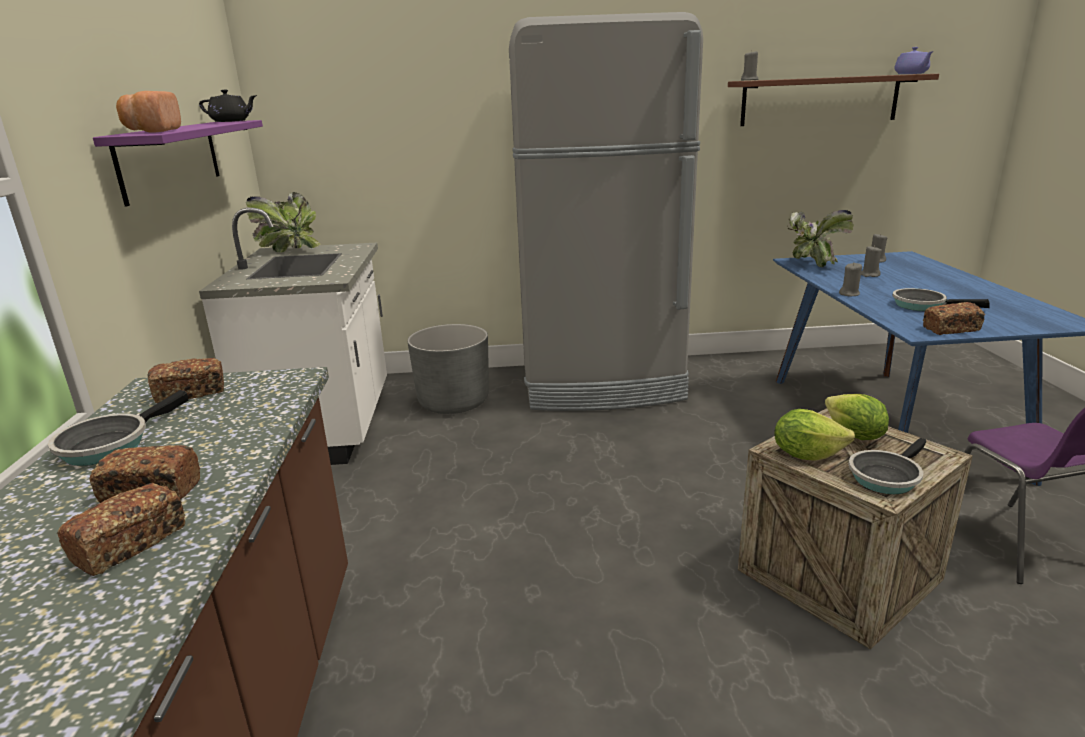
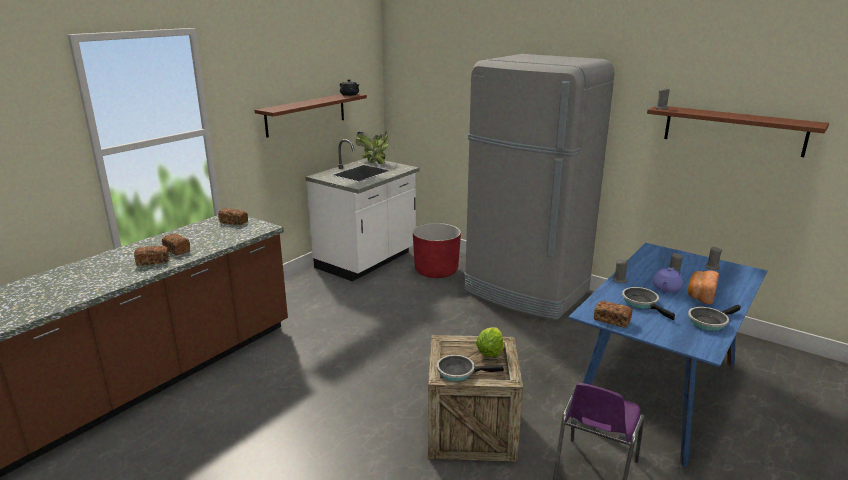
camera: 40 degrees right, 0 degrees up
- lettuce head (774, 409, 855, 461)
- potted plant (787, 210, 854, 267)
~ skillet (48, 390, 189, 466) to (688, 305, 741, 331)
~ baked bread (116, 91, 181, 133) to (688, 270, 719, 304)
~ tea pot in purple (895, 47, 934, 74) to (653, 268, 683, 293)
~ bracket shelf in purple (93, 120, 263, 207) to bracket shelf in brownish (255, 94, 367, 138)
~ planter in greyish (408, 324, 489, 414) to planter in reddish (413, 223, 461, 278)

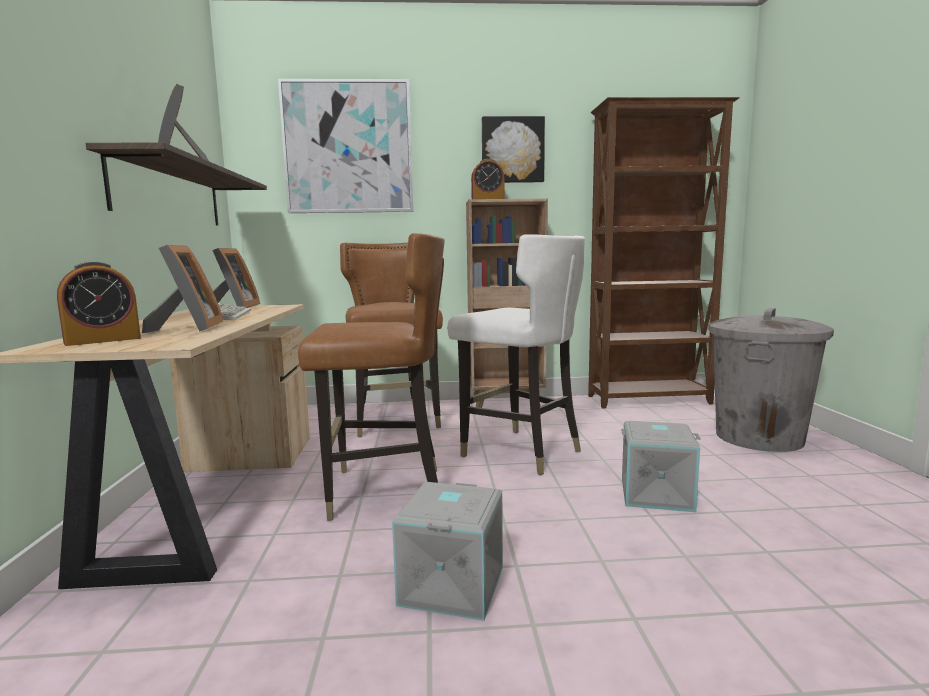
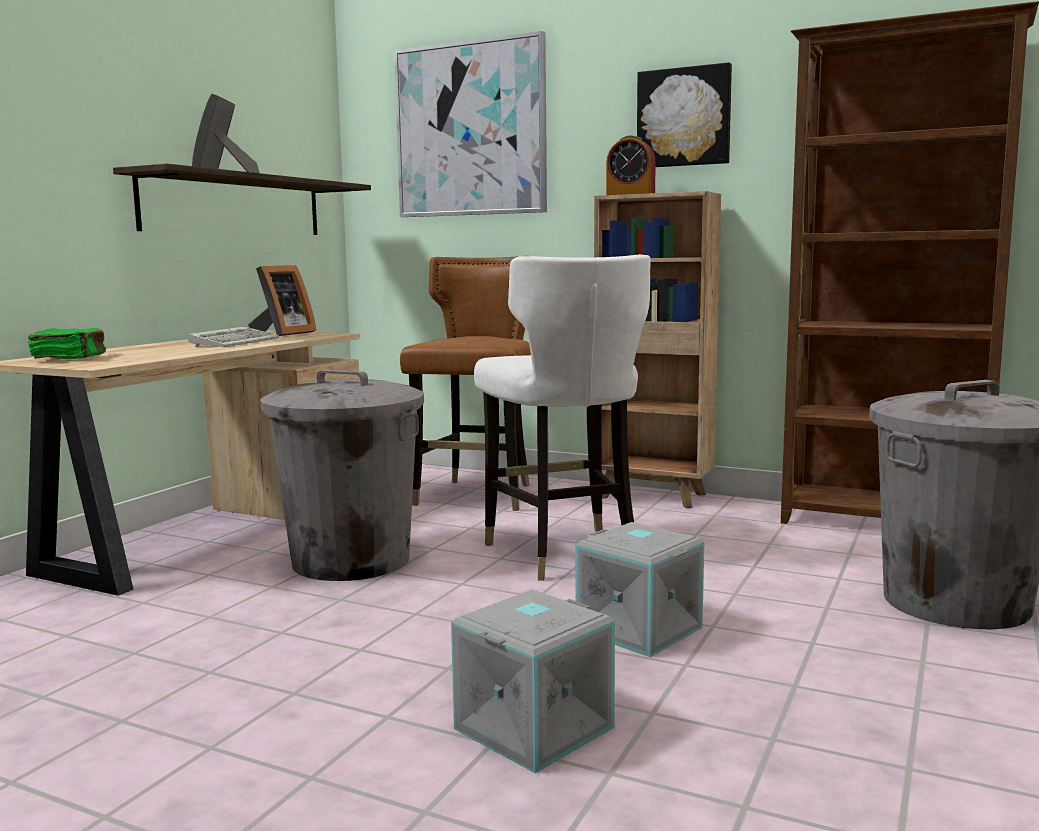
camera: 30 degrees right, 0 degrees up
- picture frame (142, 245, 223, 333)
~ storage bin in greyish (392, 482, 503, 621) to (451, 589, 615, 773)
~ bedside clock (57, 261, 141, 346) to volume in green-coloured (28, 328, 106, 359)
~ plain chair in brownish (298, 233, 445, 521) to rubbish bin in greyish (261, 370, 424, 581)

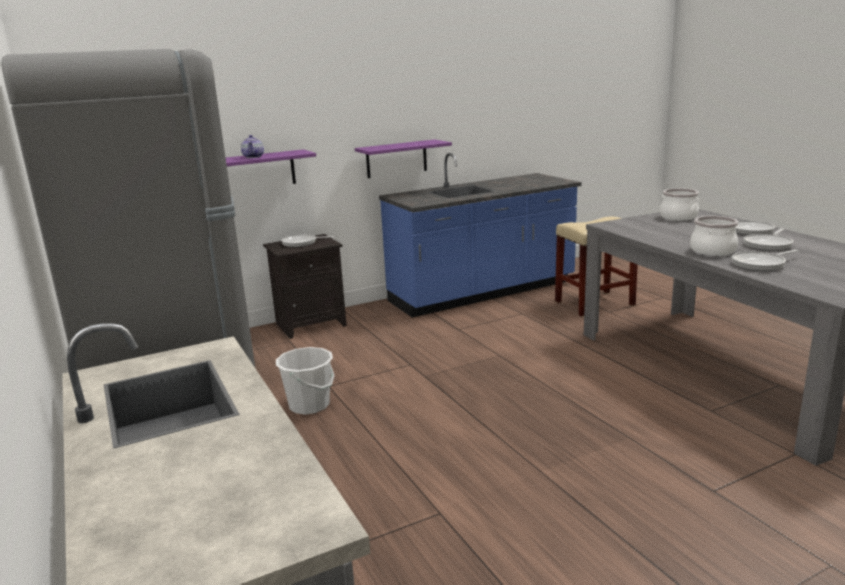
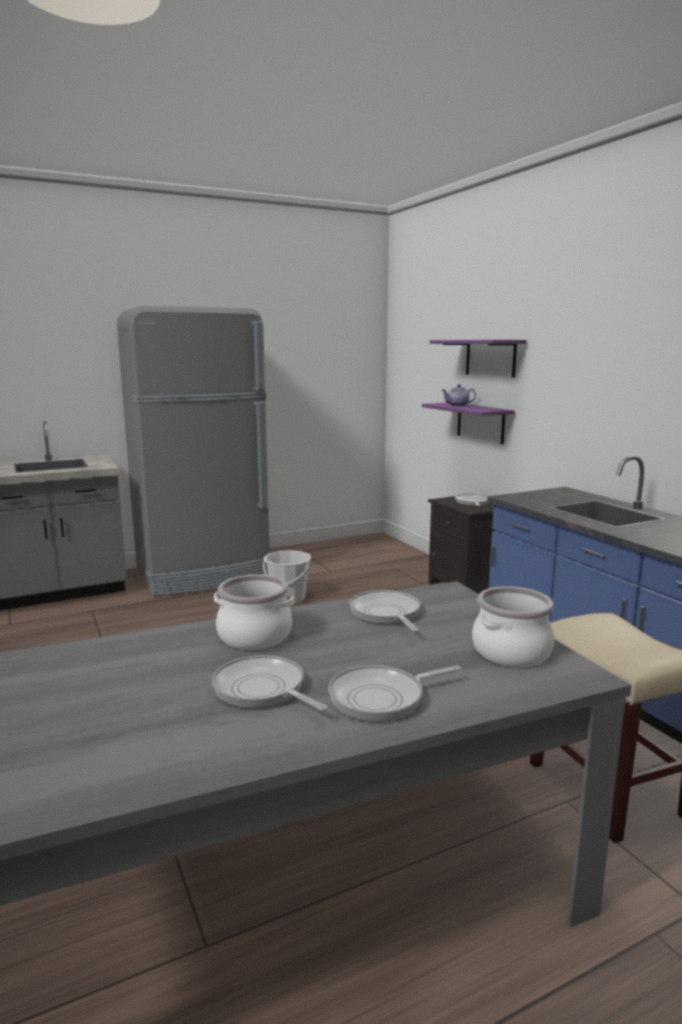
camera: 90 degrees right, 5 degrees down
~ bracket shelf in purple (355, 139, 452, 178) to (429, 340, 527, 378)
~ skillet (732, 250, 799, 271) to (350, 590, 421, 632)

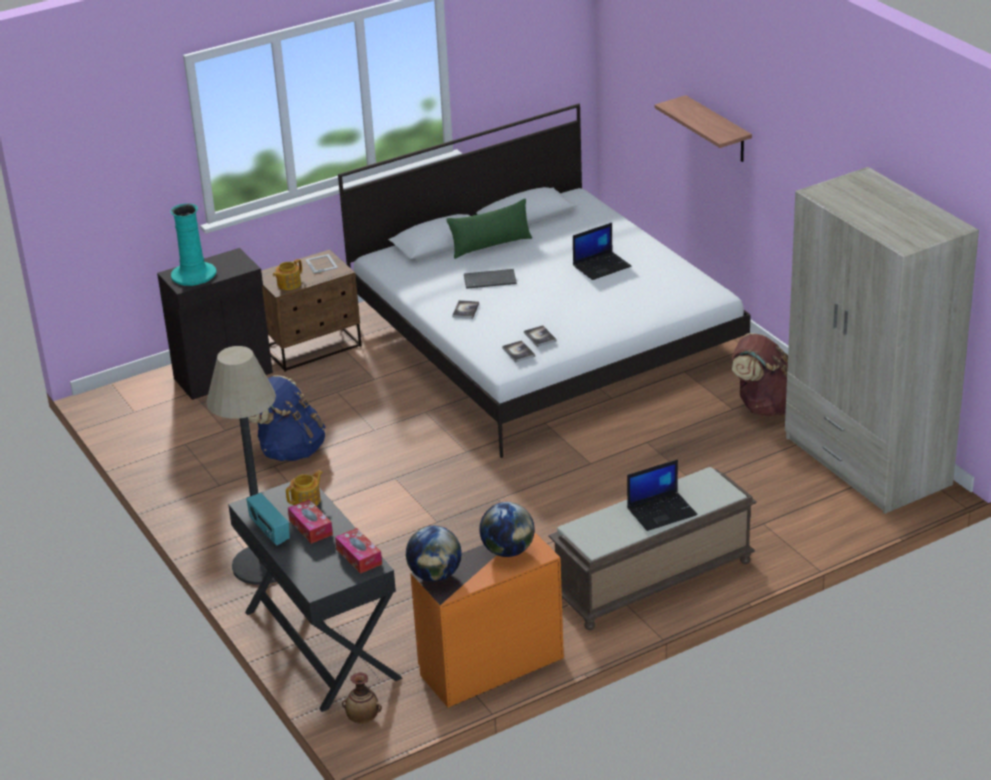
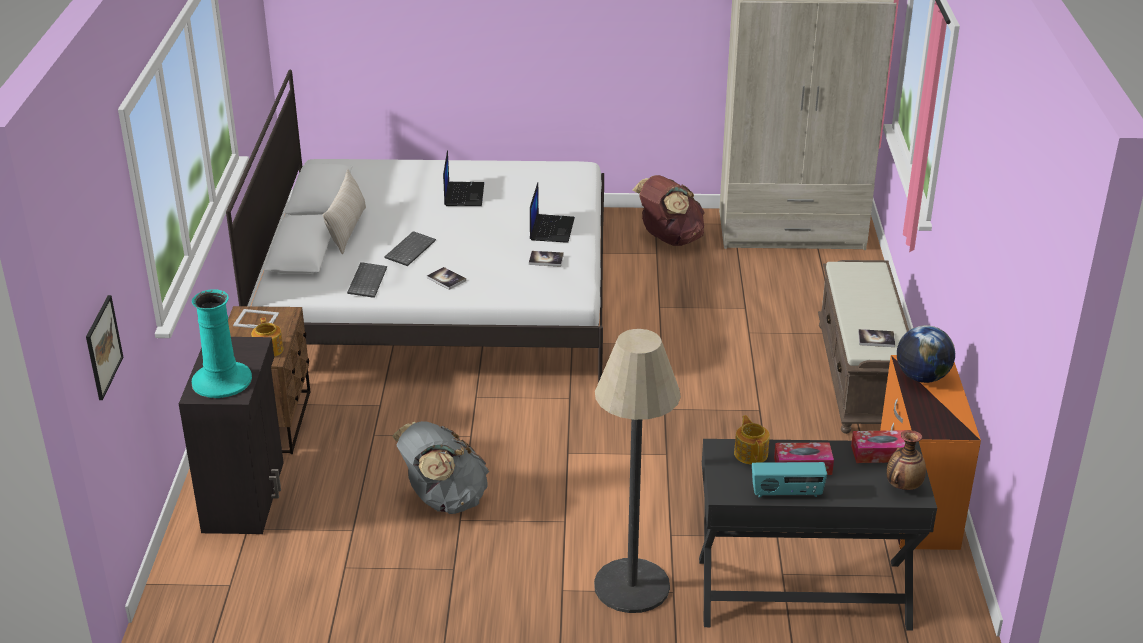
camera: 60 degrees left, 0 degrees up
- globe (406, 526, 462, 582)
- bracket shelf (655, 95, 752, 162)
+ wall art (86, 295, 123, 400)
+ PC keyboard (347, 262, 387, 298)
~ flower vase (342, 673, 382, 724) to (887, 430, 926, 490)
~ volume (502, 340, 535, 362) to (858, 329, 895, 347)
~ laptop (627, 459, 698, 531) to (530, 182, 575, 243)
~ backpack in bluish (248, 375, 325, 461) to backpack in greyish (392, 421, 489, 514)
~ cushion in green-coloured (447, 199, 532, 259) to cushion in sand-coloured (323, 169, 366, 254)

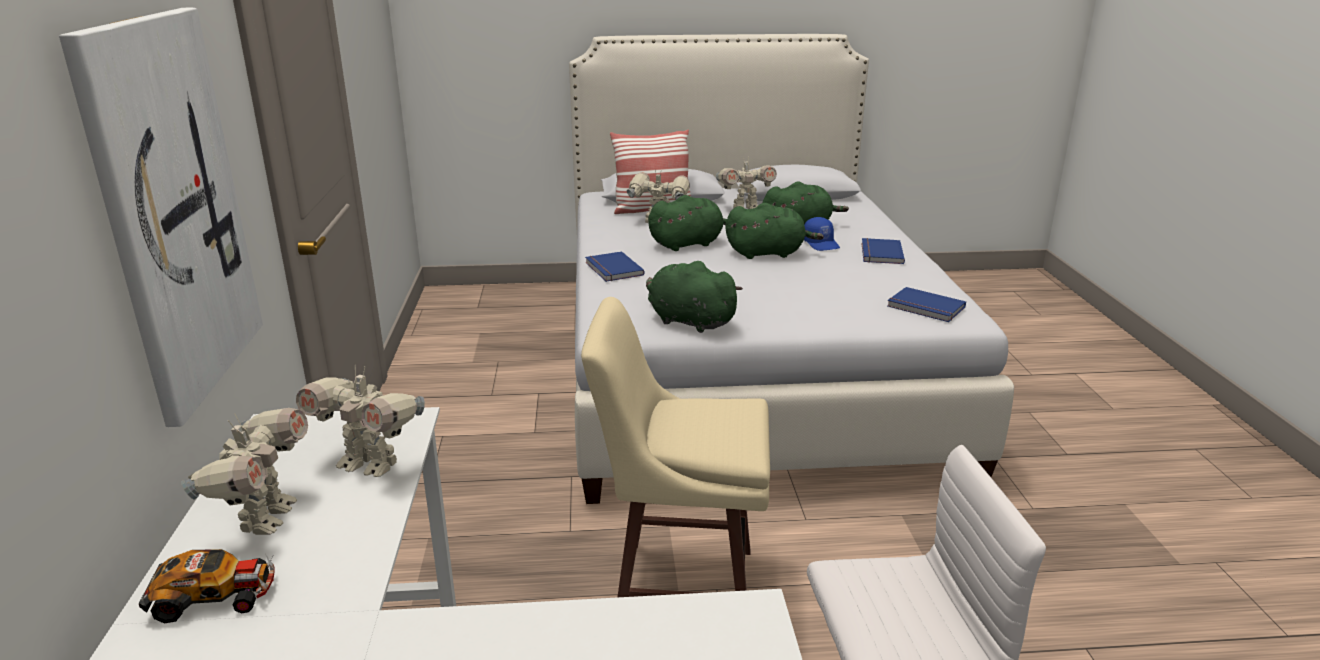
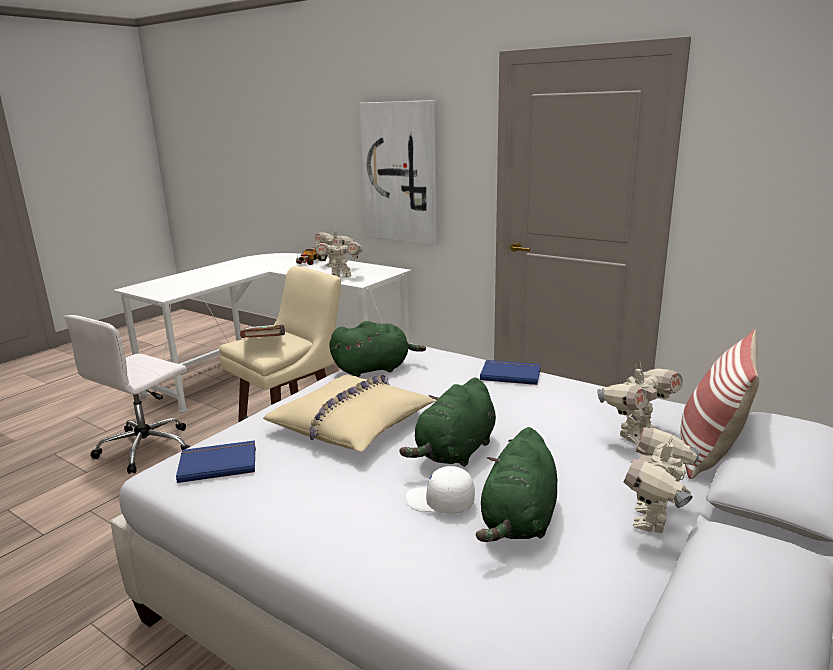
camera: 130 degrees right, 5 degrees down
- cuddly toy in green-coloured (648, 195, 727, 251)
- volume in bluish (861, 238, 905, 264)
+ volume in brownish (240, 325, 285, 338)
+ cushion in sand-coloured (263, 375, 435, 452)
~ cap in bluish (804, 217, 840, 251) to cap in whitish (405, 466, 475, 514)
~ model robot (296, 365, 425, 477) = (316, 234, 363, 278) 150 degrees counterclockwise

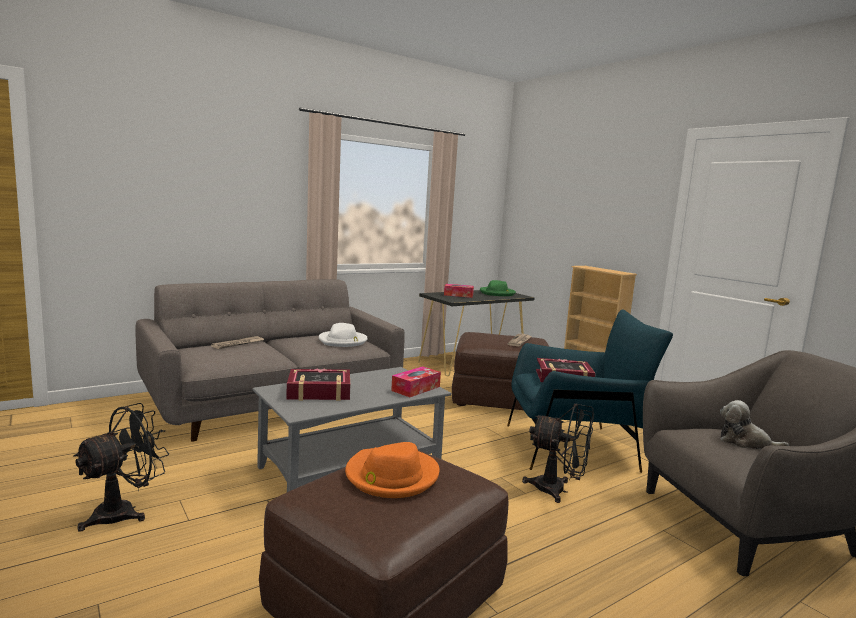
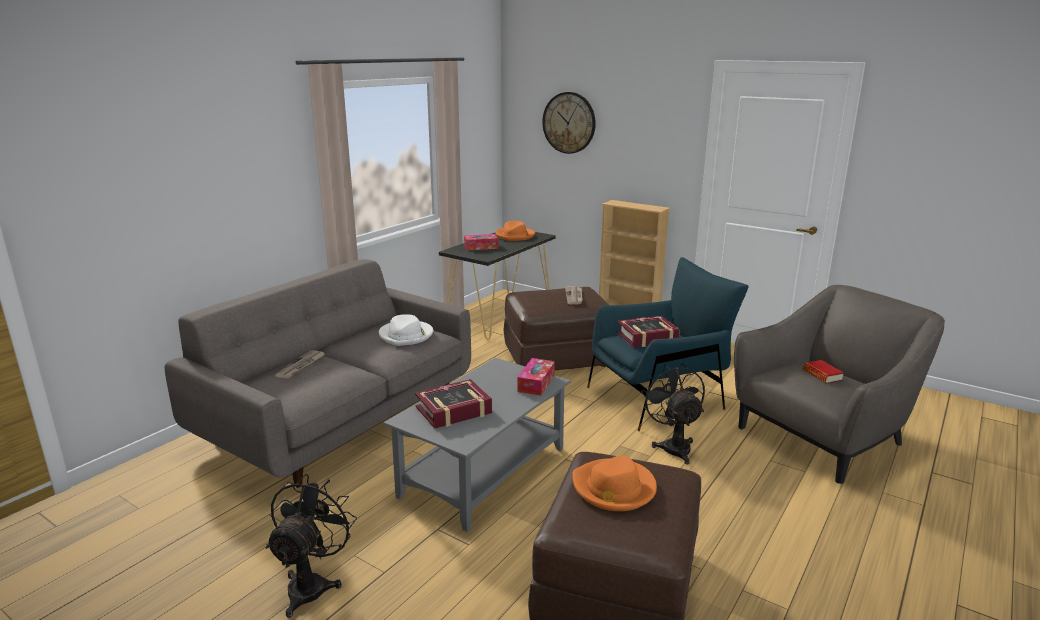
camera: 20 degrees left, 10 degrees up
+ clock on the wall (542, 92, 596, 154)
~ cuddly toy (720, 400, 789, 449) to volume (803, 360, 844, 383)
~ hat in green-coloured (480, 280, 516, 296) to hat in orange-coloured (495, 221, 535, 241)
~ cooling fan in blackish (522, 403, 594, 503) = (641, 363, 705, 465) 105 degrees counterclockwise

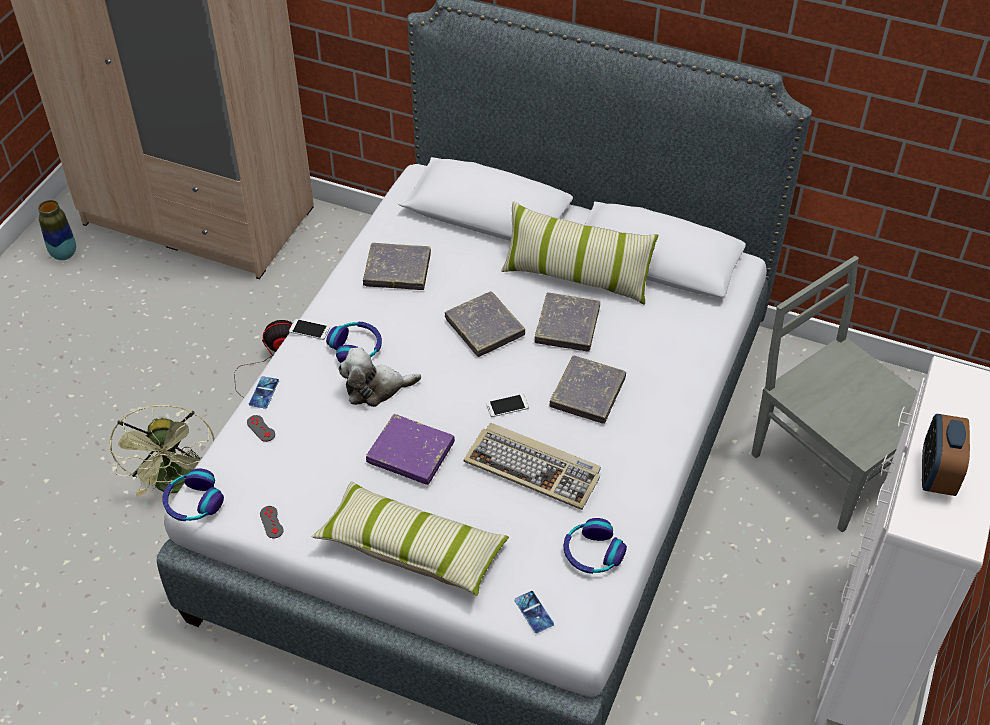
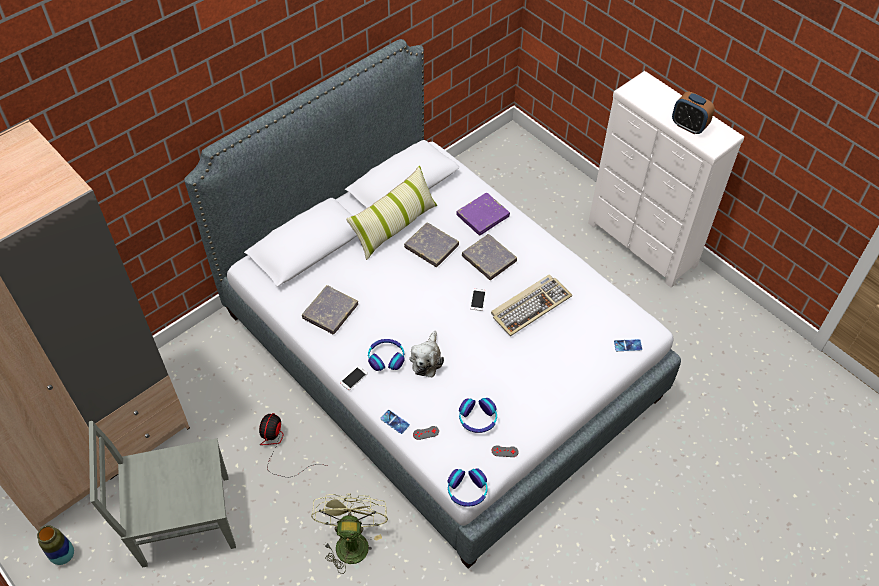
camera: 65 degrees left, 5 degrees up
- cushion (311, 481, 509, 596)
- volume in greyish (445, 291, 525, 357)
~ volume in purple (366, 414, 455, 485) to (456, 193, 510, 235)
~ headset (564, 518, 627, 574) to (459, 398, 497, 433)
~ plain chair in greyish (751, 256, 917, 533) to (89, 421, 236, 567)
~ cooling fan in green-coloured (110, 405, 215, 497) = (311, 493, 388, 574) 105 degrees counterclockwise

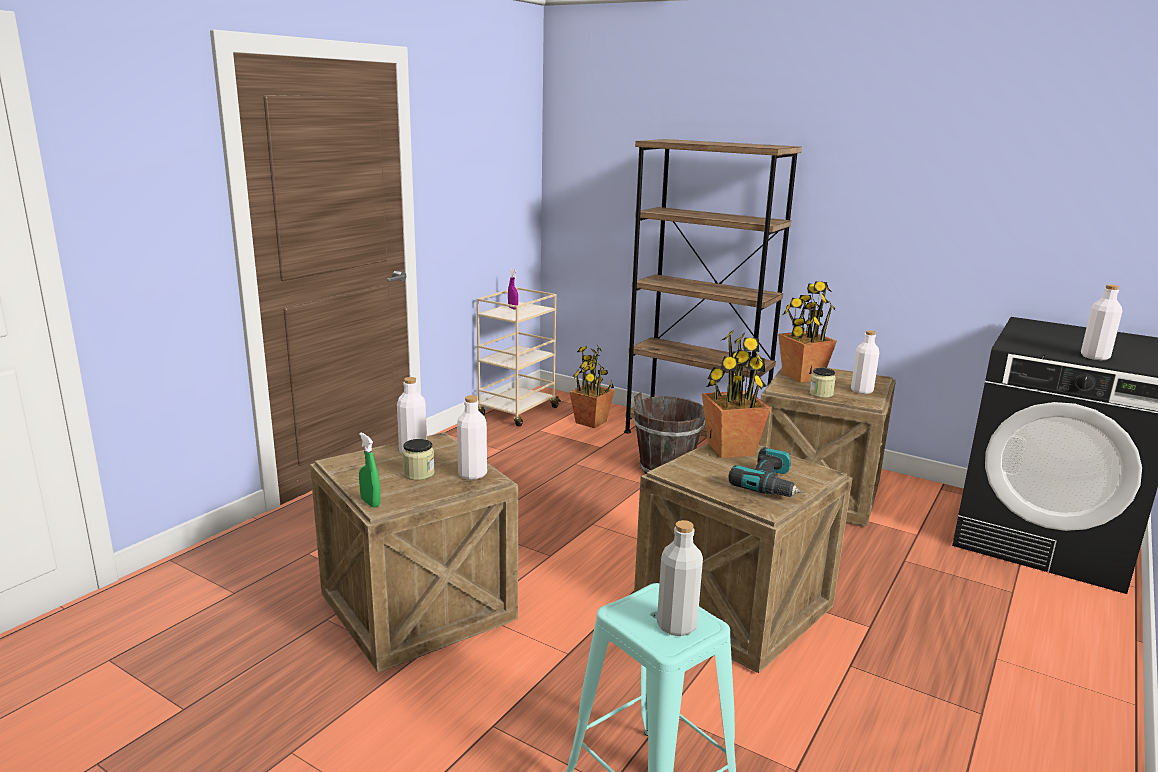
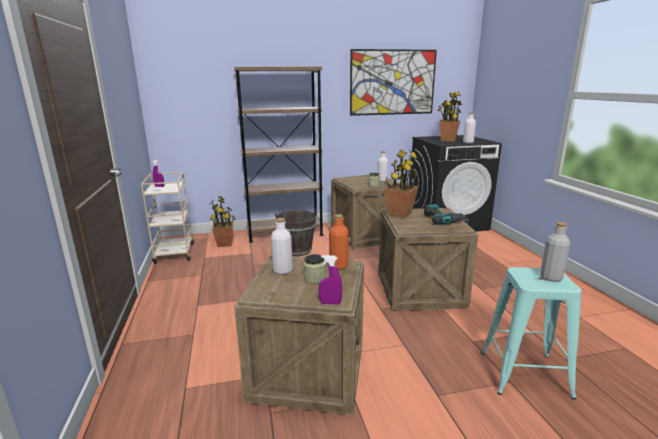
camera: 45 degrees left, 0 degrees up
+ wall art (350, 49, 437, 116)
~ potted plant (778, 281, 837, 383) to (438, 92, 462, 142)
~ spray bottle in green-coloured (359, 433, 380, 508) to spray bottle in purple (319, 255, 342, 305)
~ drink bottle in whitish (457, 395, 487, 480) to drink bottle in orange-coloured (329, 214, 349, 270)

